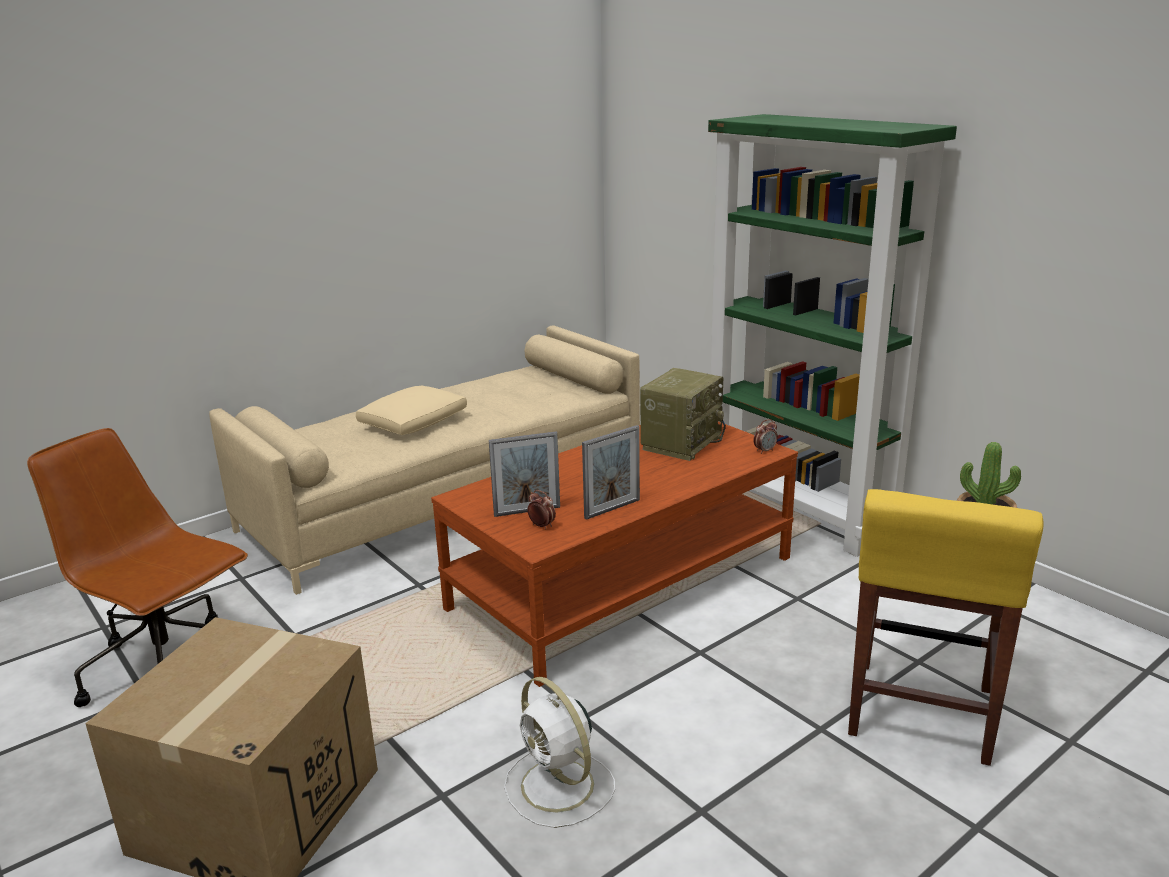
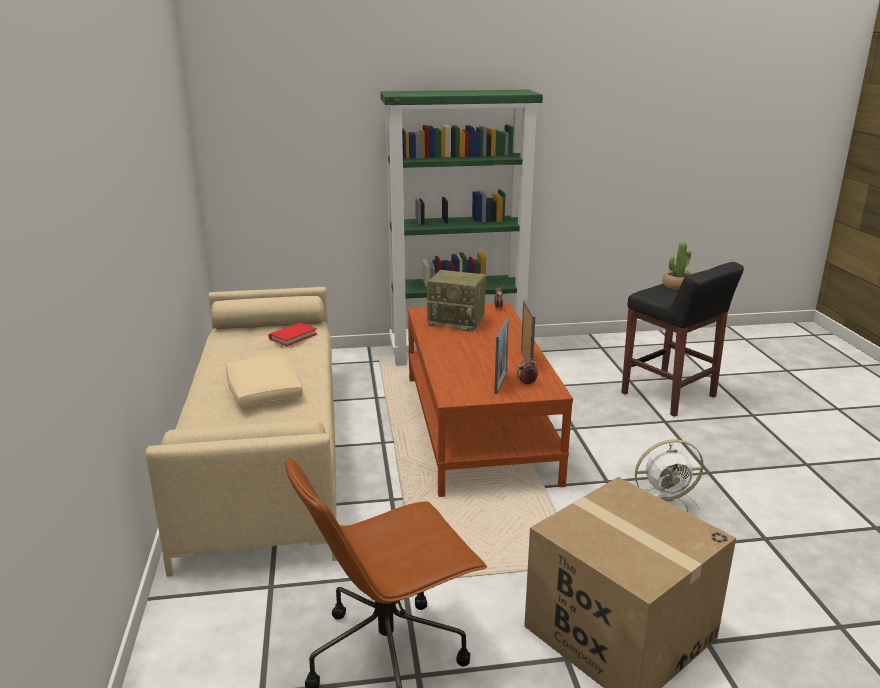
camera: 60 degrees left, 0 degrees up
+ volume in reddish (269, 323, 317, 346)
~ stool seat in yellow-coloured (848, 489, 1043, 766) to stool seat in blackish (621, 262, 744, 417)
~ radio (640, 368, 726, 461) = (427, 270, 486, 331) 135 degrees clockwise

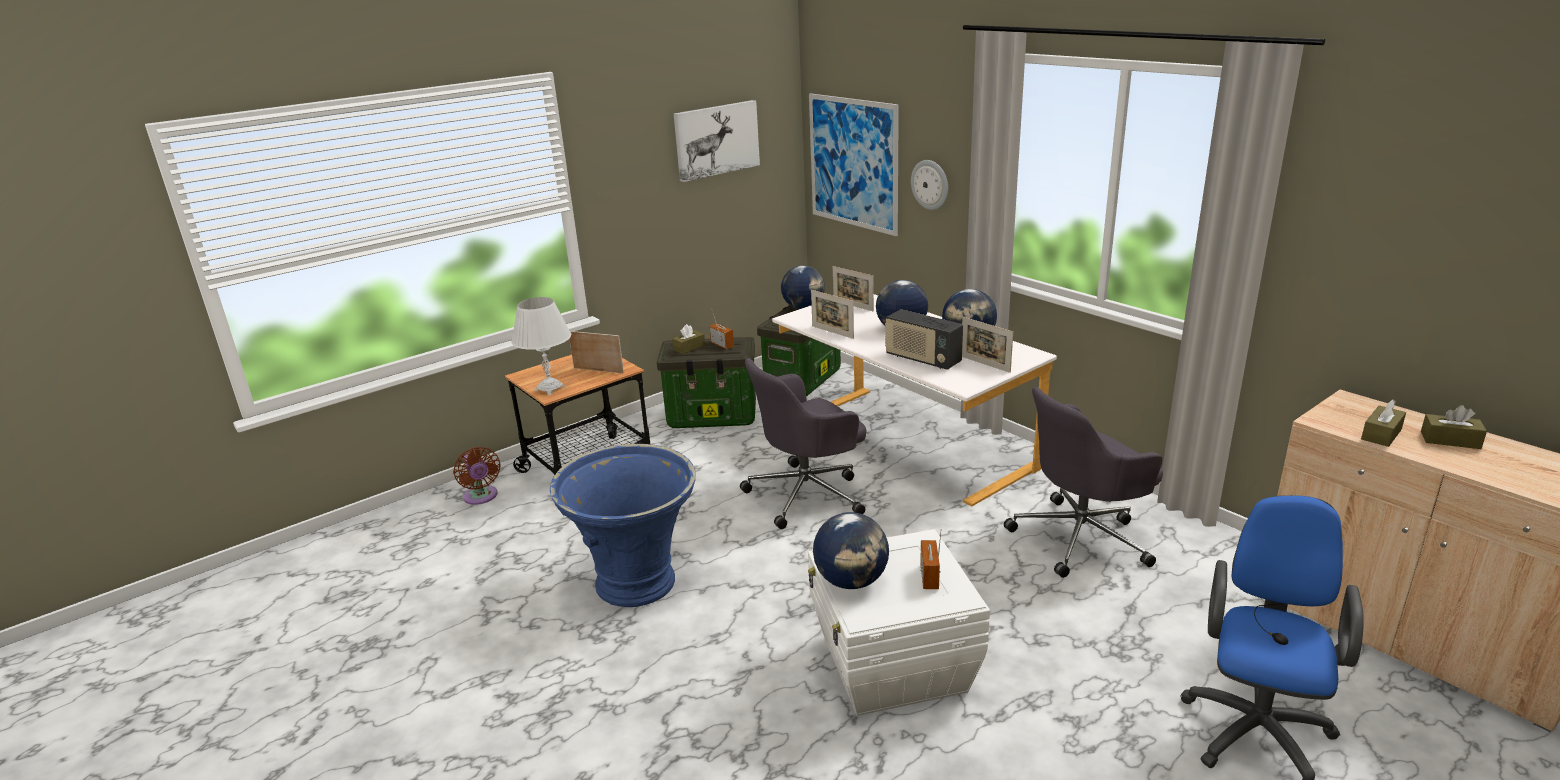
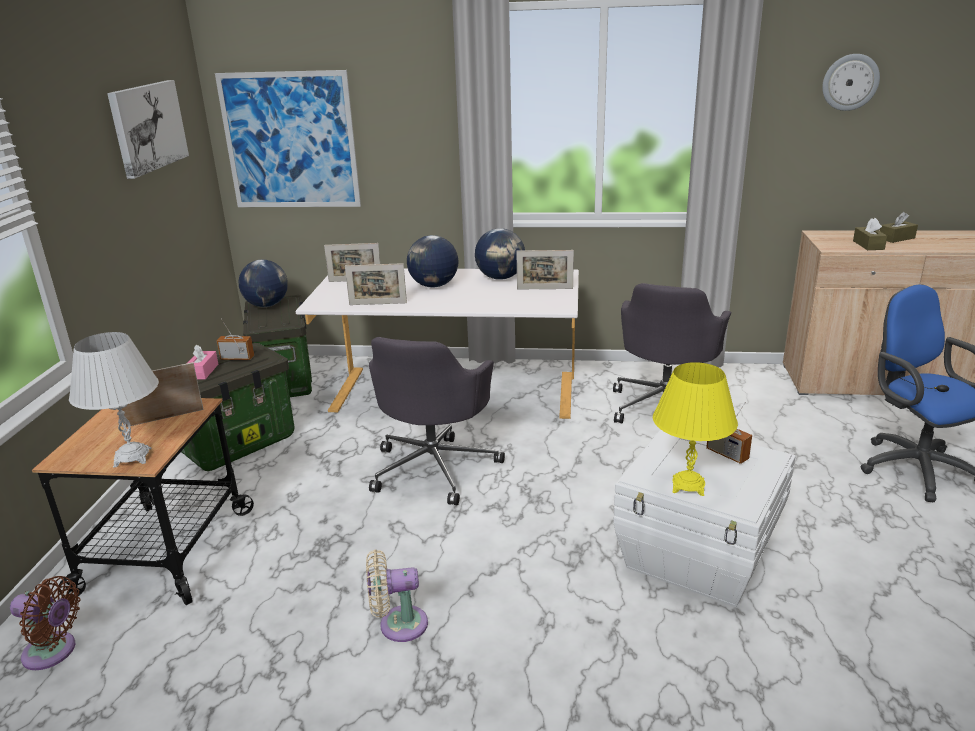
camera: 45 degrees left, 0 degrees up
- radio (885, 309, 963, 369)
~ clock on the wall (911, 160, 948, 210) to (822, 54, 880, 111)
~ planter in bluish (550, 444, 696, 607) to cooling fan in sand-coloured (366, 550, 428, 642)
~ globe (813, 512, 889, 589) to table lamp in yellow-coloured (653, 362, 738, 496)
~ tissue holder in brownish (672, 324, 705, 354) to tissue holder in pinkish (188, 344, 218, 380)

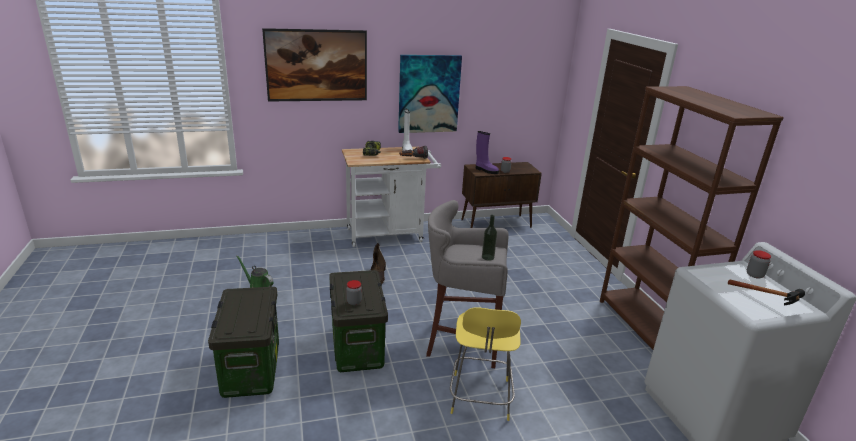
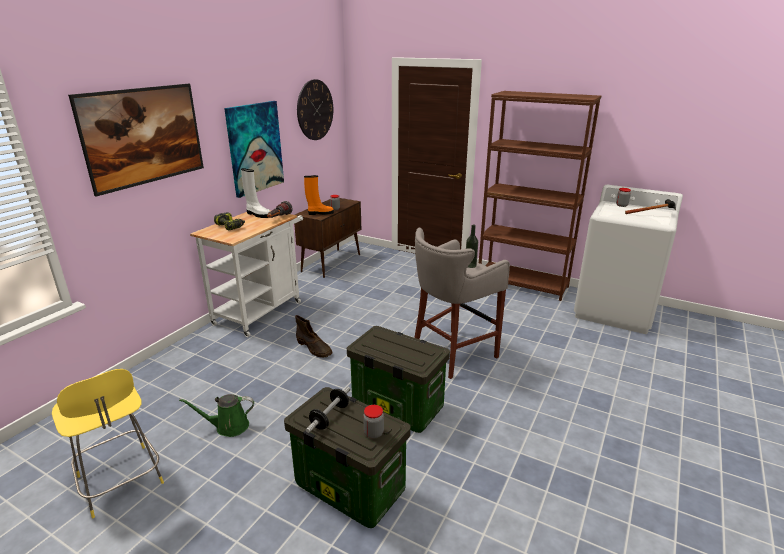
camera: 45 degrees left, 0 degrees up
+ clock on the wall (297, 79, 333, 140)
+ dumbbell (306, 387, 351, 433)
~ preserve jar (346, 280, 362, 305) to (363, 405, 384, 439)
~ stool seat in yellow-coloured (450, 307, 521, 421) to (52, 369, 164, 518)
~ boot in purple (476, 131, 499, 174) to boot in orange-coloured (304, 175, 334, 215)

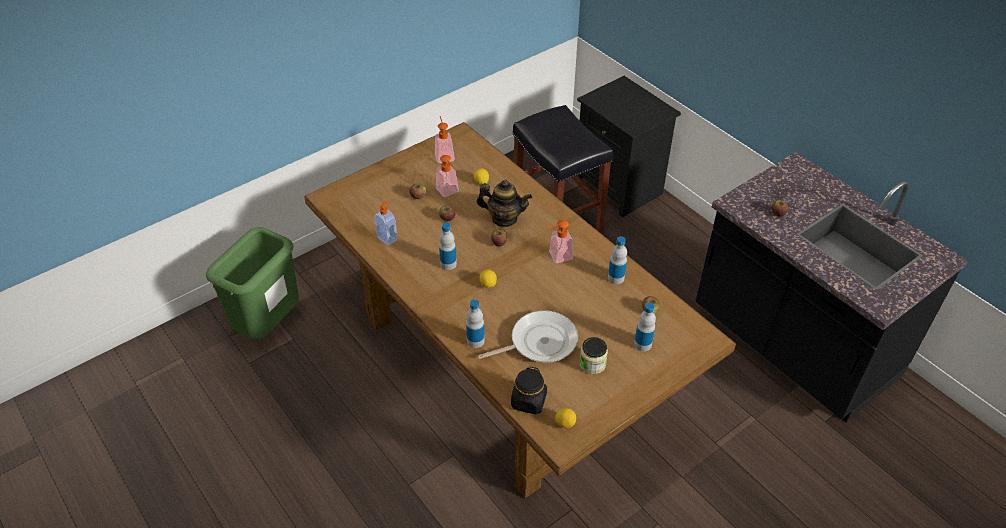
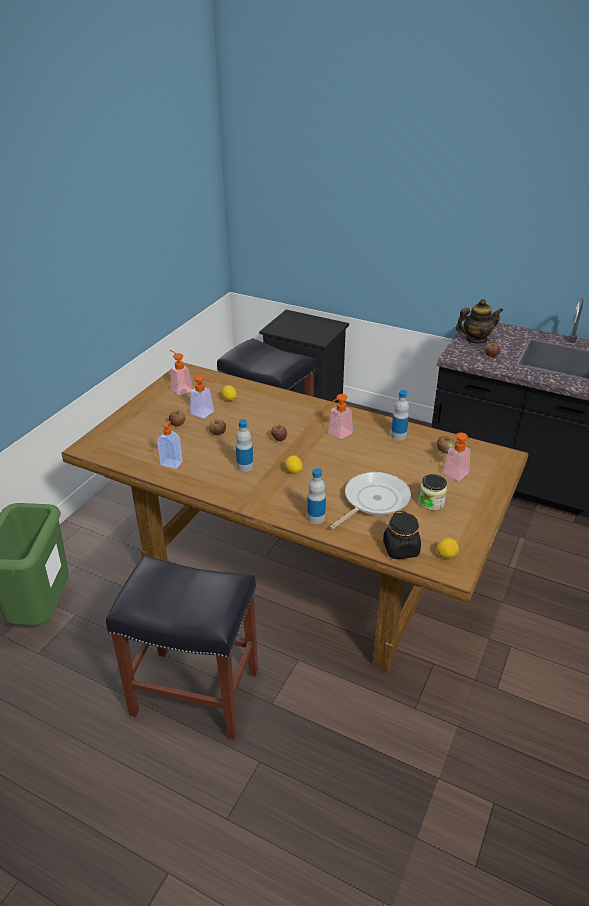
camera: 25 degrees left, 10 degrees down
+ stool seat in blackish (106, 556, 258, 740)
~ tea pot (477, 180, 532, 227) to (456, 299, 504, 344)
~ drink bottle (634, 303, 656, 352) to soap dispenser (443, 432, 480, 481)

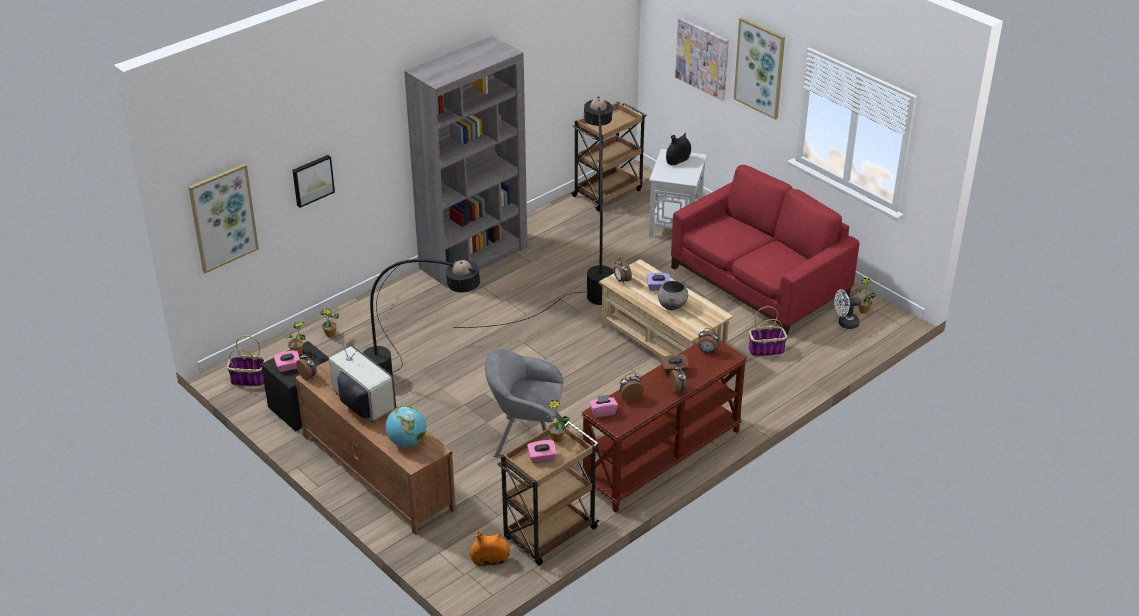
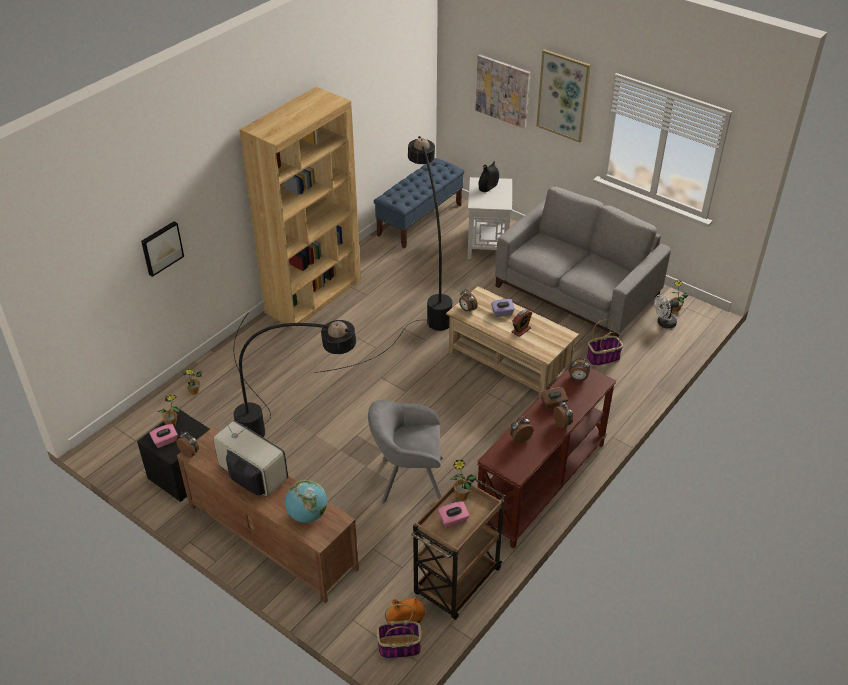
camera: 10 degrees left, 5 degrees up
- wall art (188, 164, 259, 273)
- tissue holder in pinkish (589, 395, 618, 418)
~ storage basket (227, 335, 266, 387) to (376, 604, 422, 659)
~ wheeled cart in brownish (571, 102, 647, 211) to indoor bench in bluish (374, 158, 464, 248)
~ deep dish in greyish (658, 281, 688, 310) to bedside clock (511, 309, 532, 337)
~ shelving unit in greyish (404, 36, 528, 287) to shelving unit in brownish (239, 87, 361, 329)
~ couch in reddish (671, 165, 859, 335) to couch in greyish (495, 187, 671, 337)

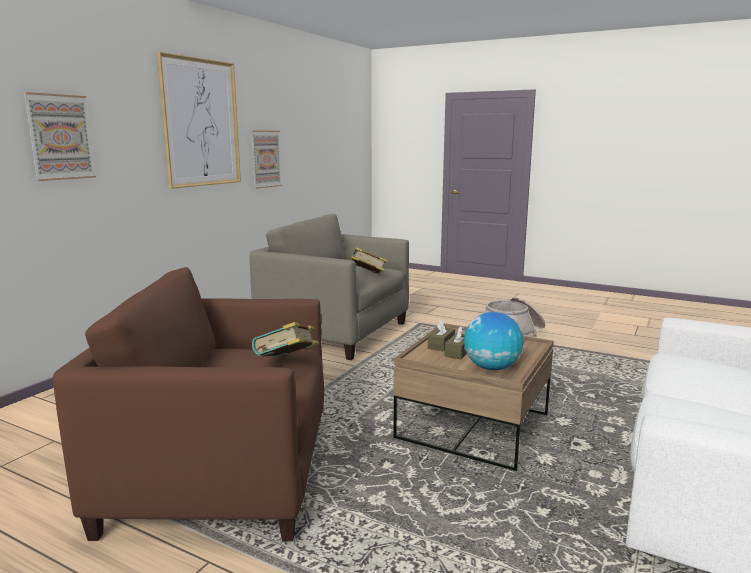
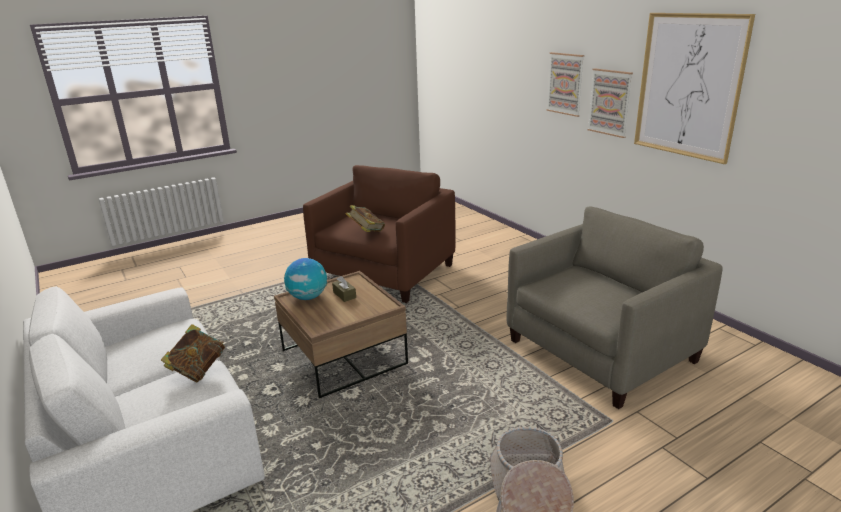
camera: 120 degrees right, 10 degrees up
- tissue holder in brownish (428, 319, 455, 351)
~ wall art (251, 130, 282, 189) to (587, 68, 633, 138)
~ volume (348, 247, 388, 274) to (161, 324, 225, 383)

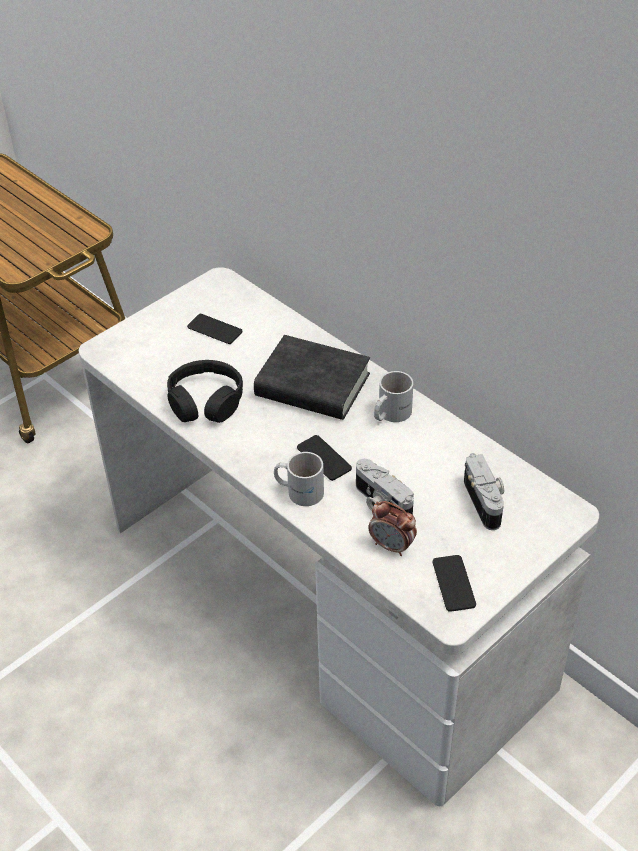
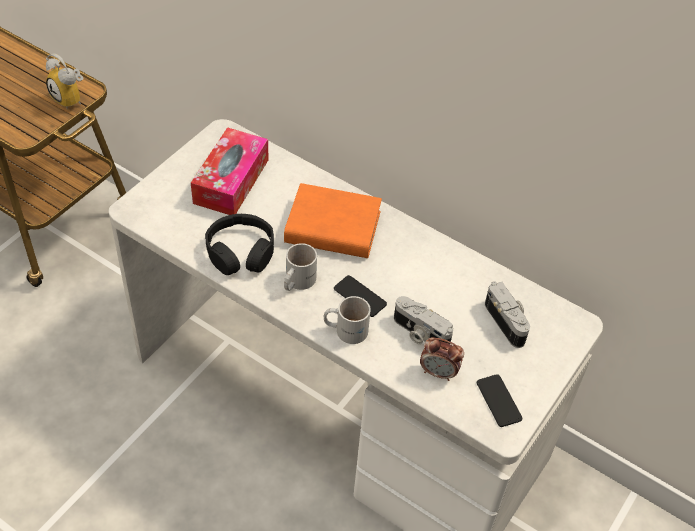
camera: 15 degrees left, 5 degrees up
+ bedside clock (46, 53, 83, 108)
~ coffee mug in whitish (374, 371, 413, 422) to (284, 243, 317, 291)
~ telephone (187, 314, 243, 344) to tissue holder (191, 127, 269, 215)
~ volume in blackish (254, 335, 370, 420) to volume in orange-coloured (284, 183, 382, 258)

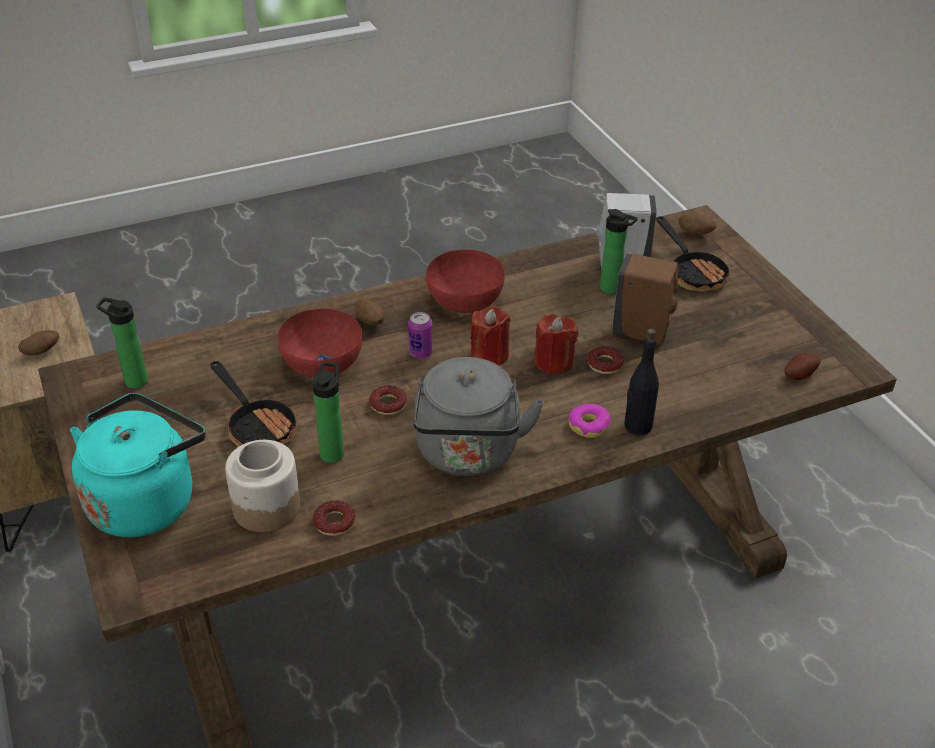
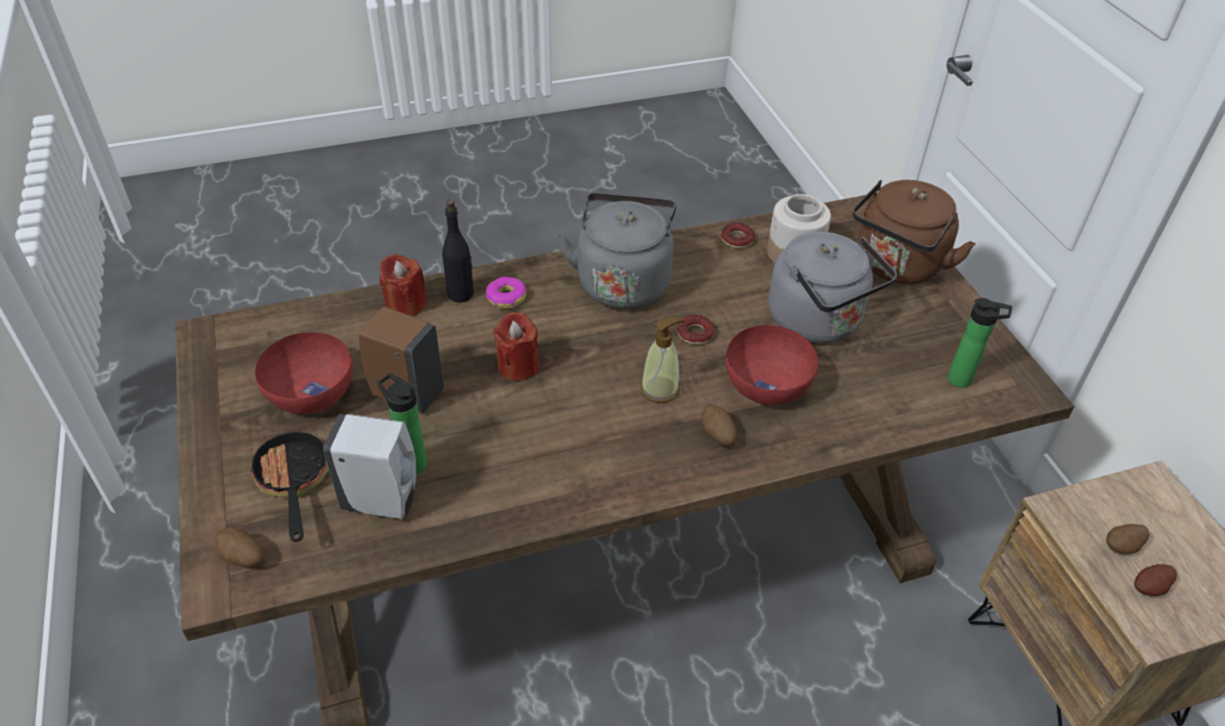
camera: 175 degrees left, 5 degrees up
- drink bottle (312, 362, 344, 463)
- ring doughnut (587, 346, 624, 374)
~ deep dish in reddish (426, 250, 505, 313) to (255, 332, 353, 414)
~ candle in reddish (470, 306, 511, 366) to (379, 254, 427, 317)
~ potato (785, 353, 821, 380) to (1134, 564, 1177, 596)
~ skillet (210, 361, 299, 447) to kettle in greyish (768, 232, 897, 343)
~ sealed can (408, 312, 433, 359) to soap dispenser (640, 317, 686, 403)
~ kettle in turquoise-coloured (70, 393, 206, 537) to kettle in brownish (852, 180, 975, 284)

